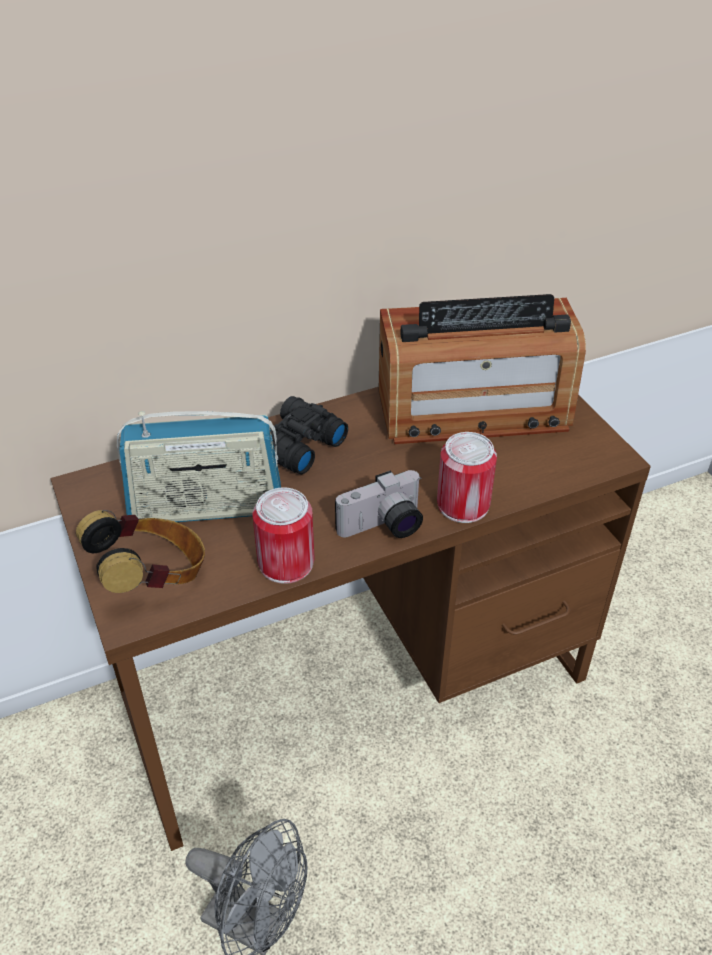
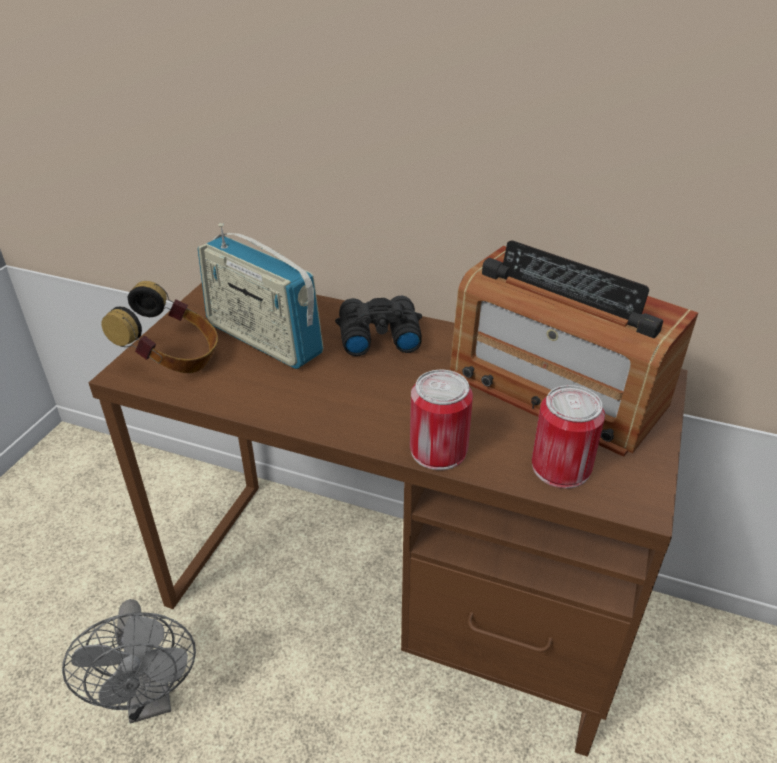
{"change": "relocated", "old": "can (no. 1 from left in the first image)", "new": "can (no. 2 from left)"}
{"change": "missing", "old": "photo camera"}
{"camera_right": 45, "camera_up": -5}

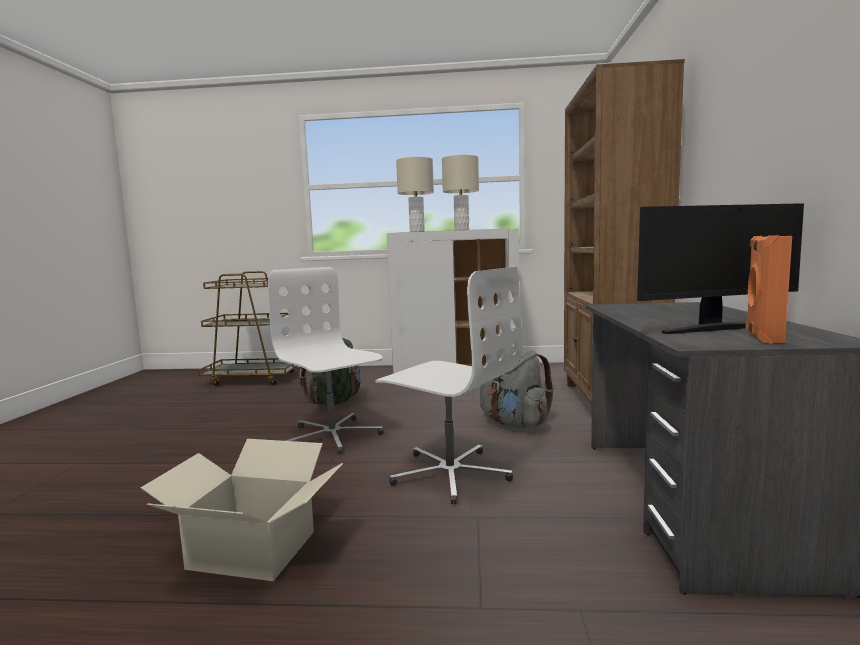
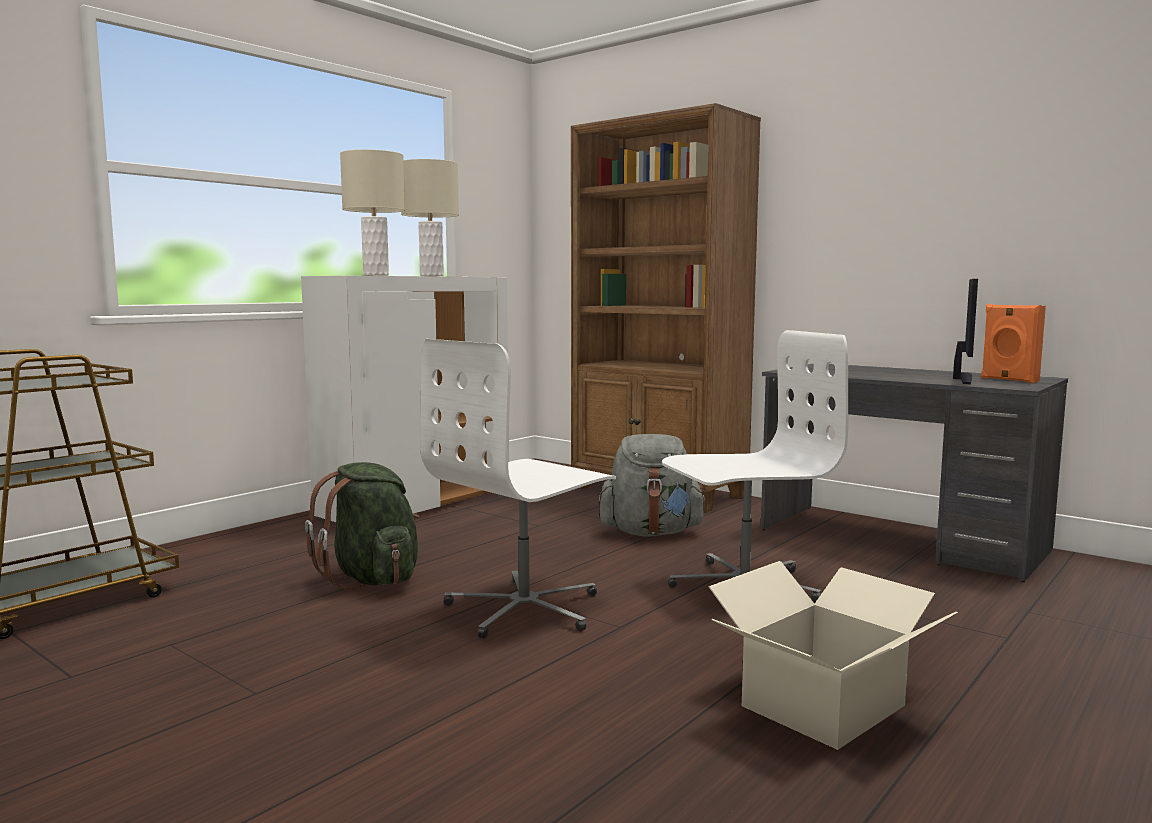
{"change": "spun", "old": "white office chair (no. 1 from left)", "degrees": -45}
{"camera_right": -55, "camera_up": 0}

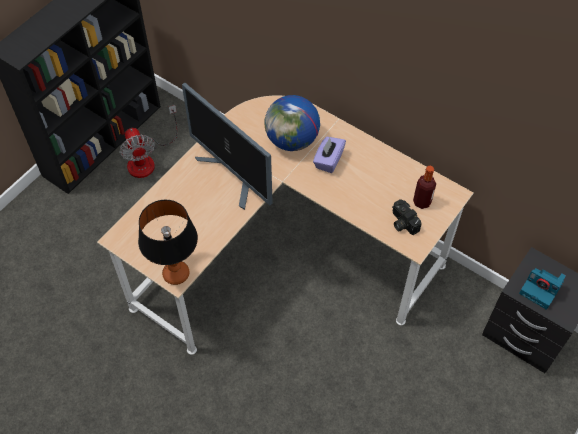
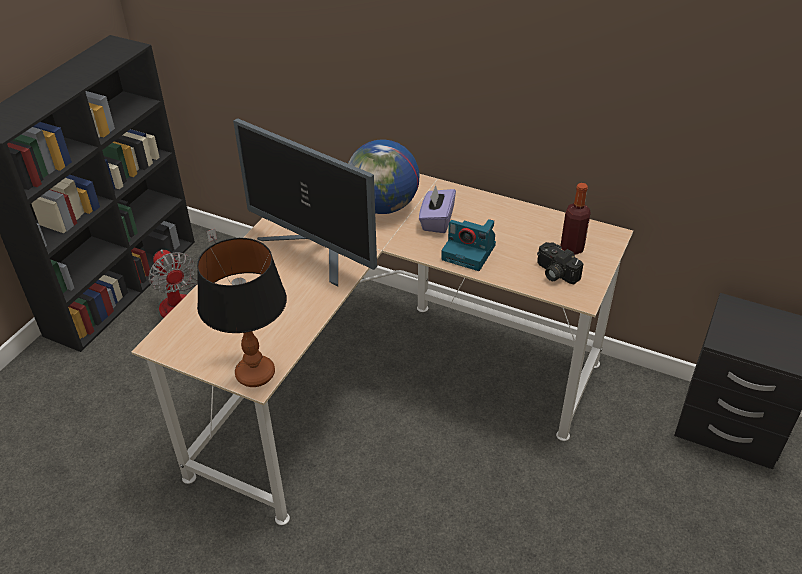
{"change": "relocated", "old": "photo camera (no. 2 from left in the first image)", "new": "photo camera (no. 1 from left)"}
{"camera_right": -10, "camera_up": -15}

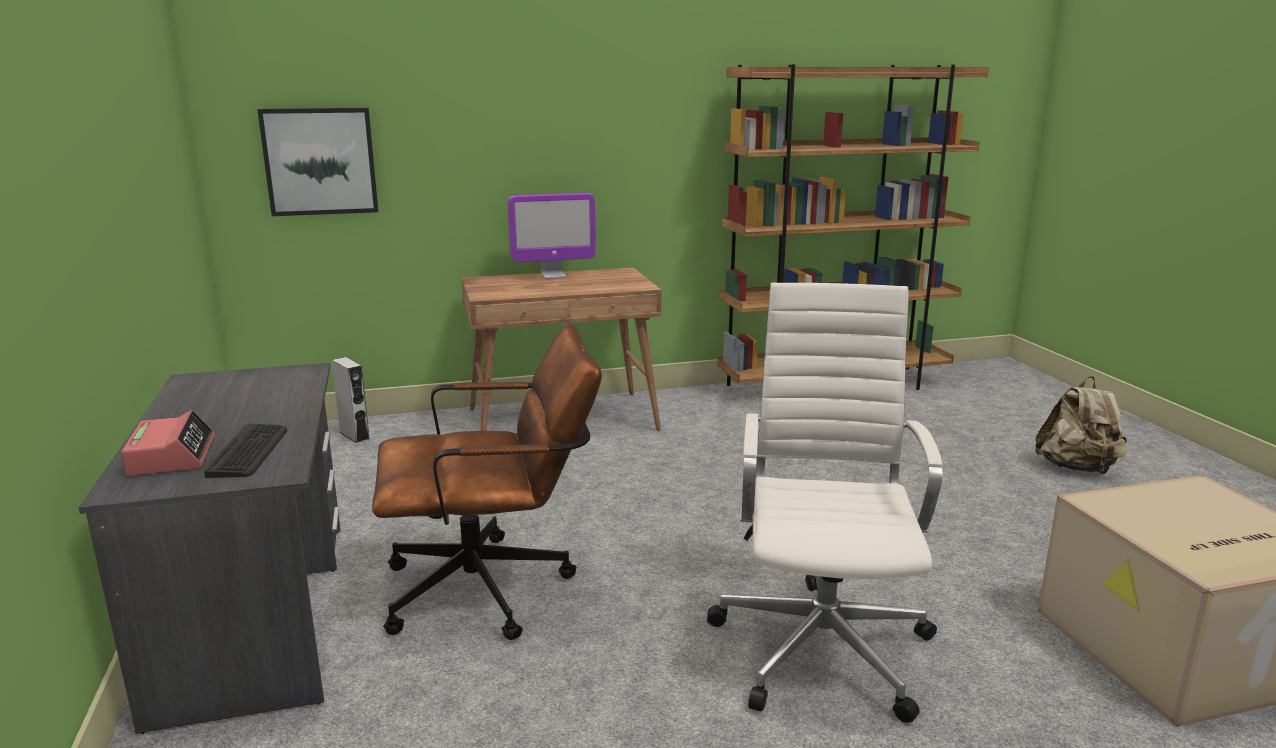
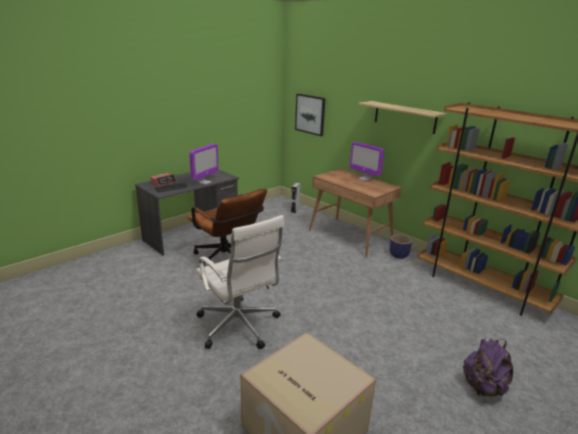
{"change": "appeared", "new": "monitor (no. 1 from left)"}
{"change": "spun", "old": "white office chair", "degrees": 75}
{"change": "appeared", "new": "shelf"}
{"change": "appeared", "new": "planter"}
{"change": "colour", "old": "beige backpack", "new": "purple backpack"}
{"camera_right": 60, "camera_up": 5}

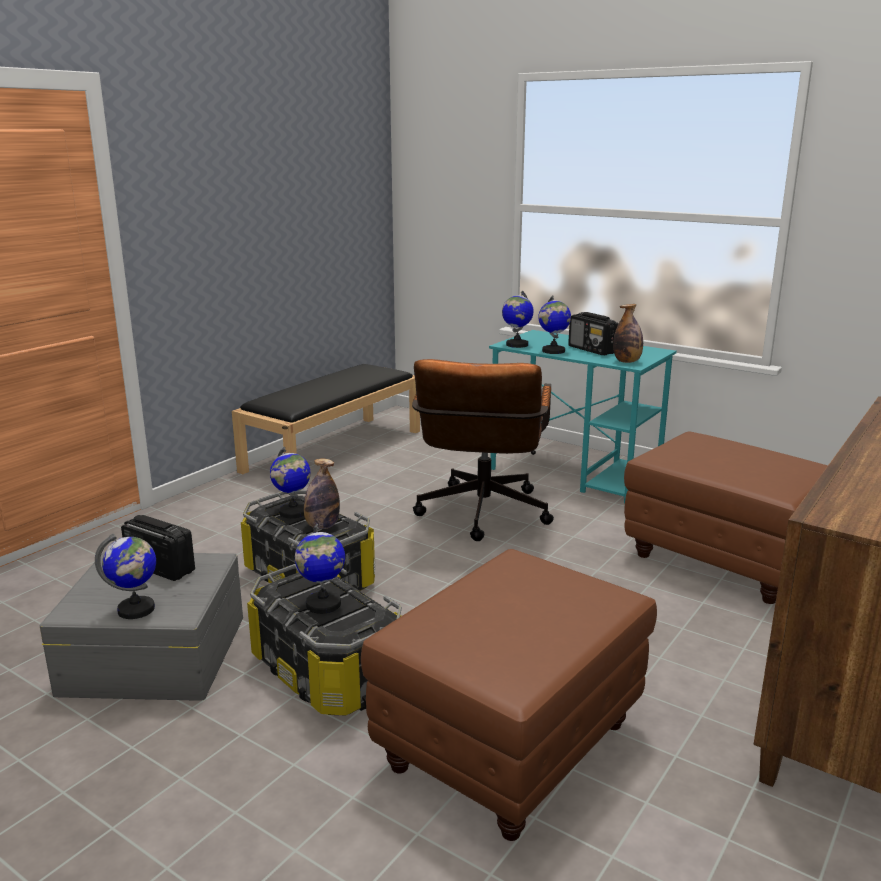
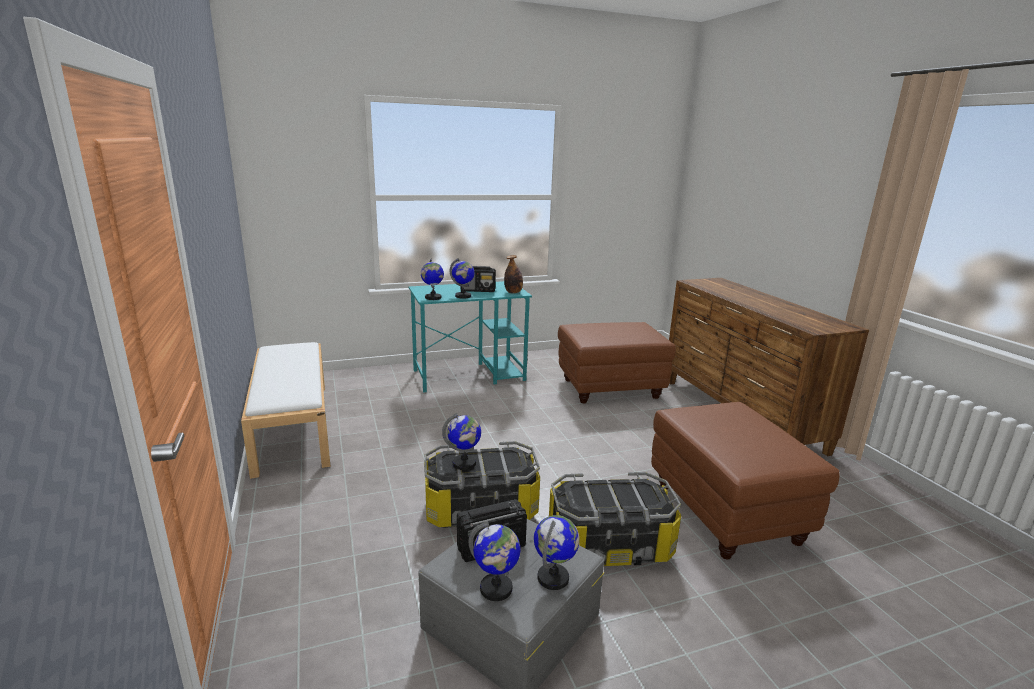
{"change": "colour", "old": "black bench", "new": "white bench"}
{"change": "relocated", "old": "globe (no. 3 from left in the first image)", "new": "globe (no. 4 from left)"}
{"change": "missing", "old": "bottle (no. 1 from left)"}
{"change": "missing", "old": "brown office chair"}
{"camera_right": -55, "camera_up": 0}

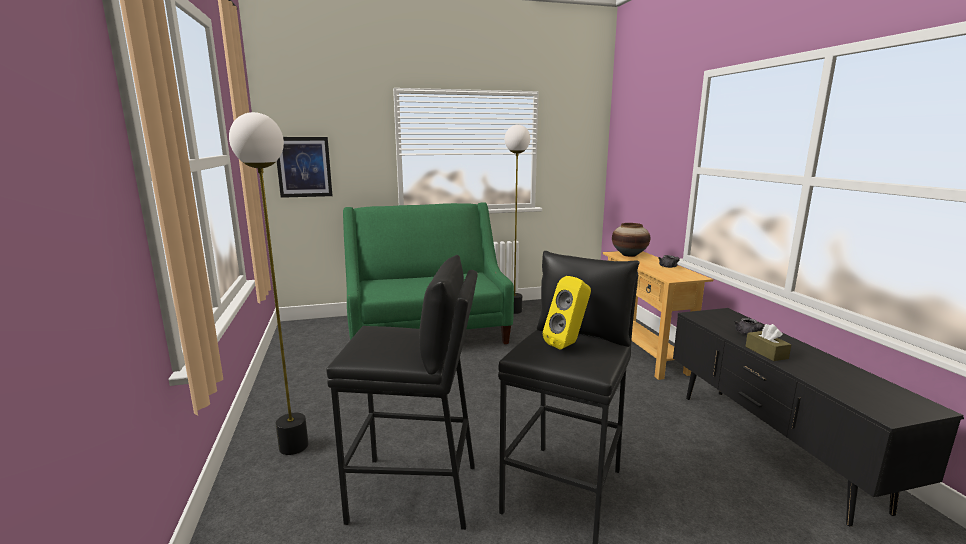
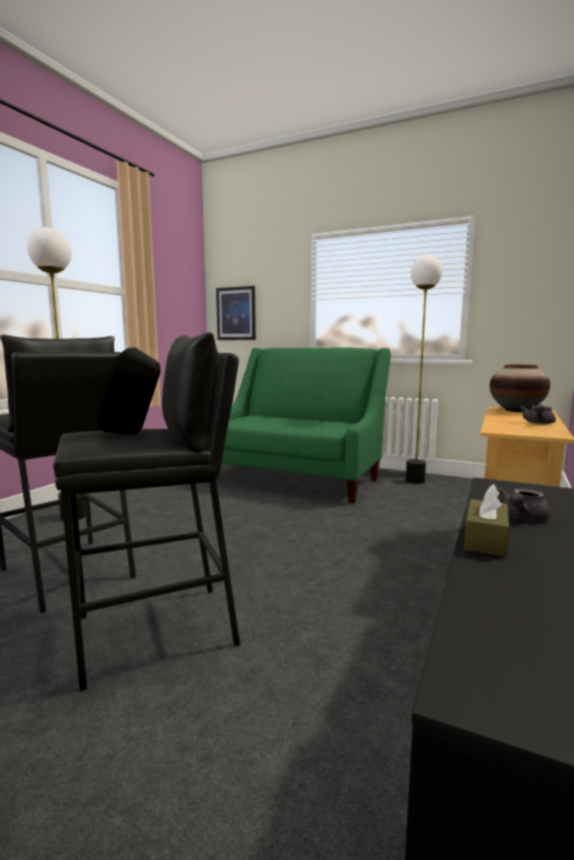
{"change": "colour", "old": "yellow speaker", "new": "black speaker"}
{"camera_right": 40, "camera_up": -5}

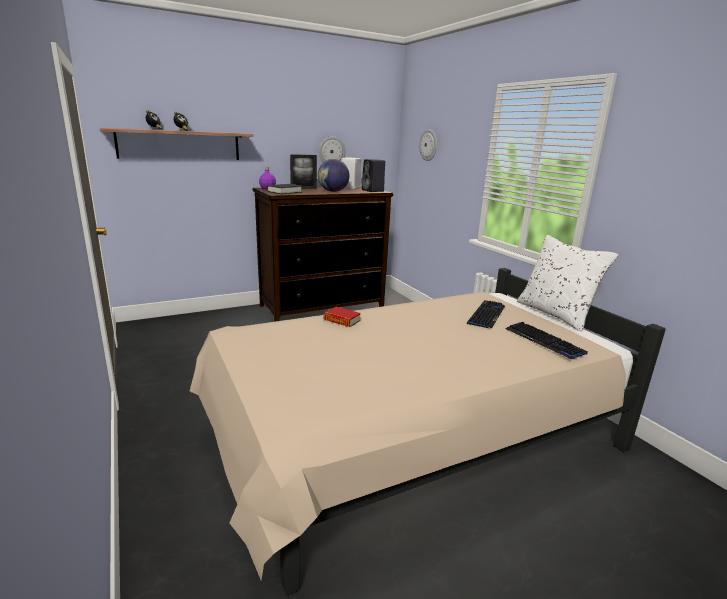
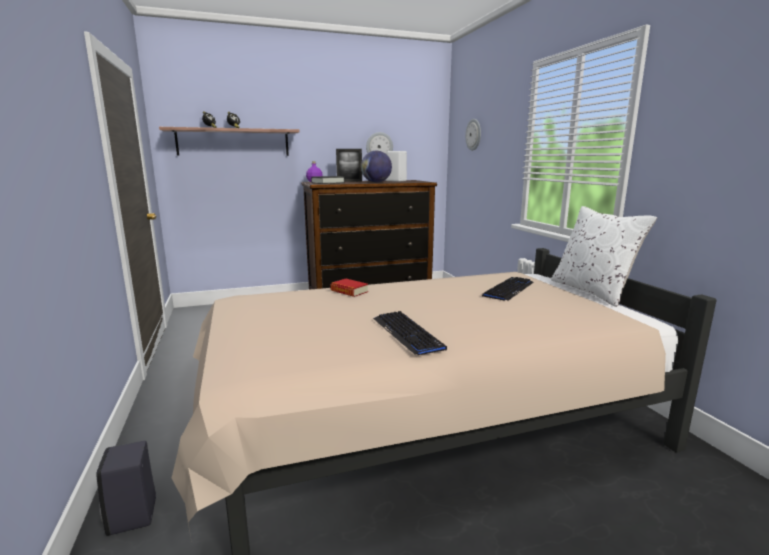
{"change": "relocated", "old": "black speaker"}
{"change": "relocated", "old": "keyboard (no. 2 from left in the first image)", "new": "keyboard (no. 1 from left)"}
{"camera_right": 10, "camera_up": -5}

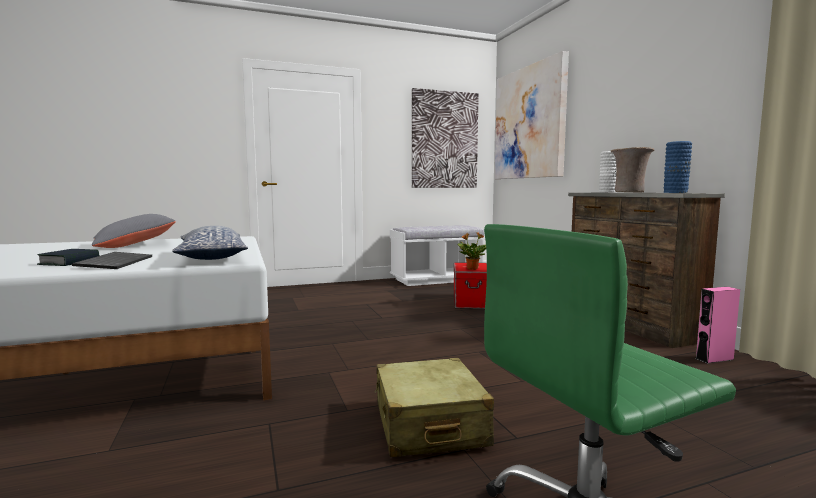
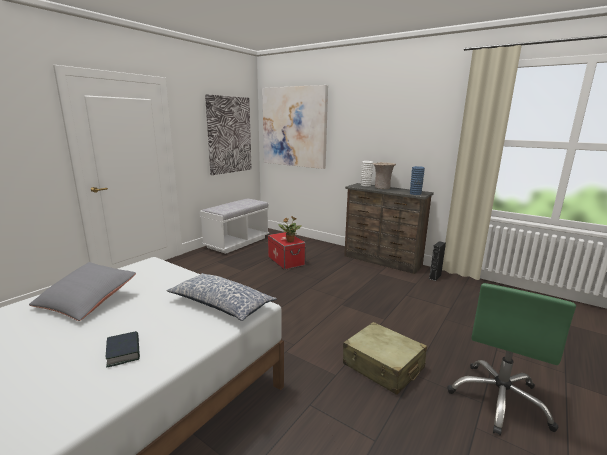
{"change": "colour", "old": "pink speaker", "new": "black speaker"}
{"change": "missing", "old": "keyboard"}
{"camera_right": -35, "camera_up": 10}

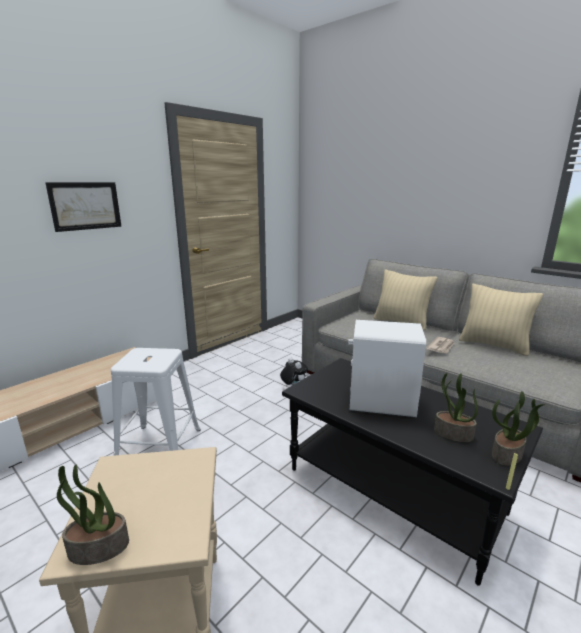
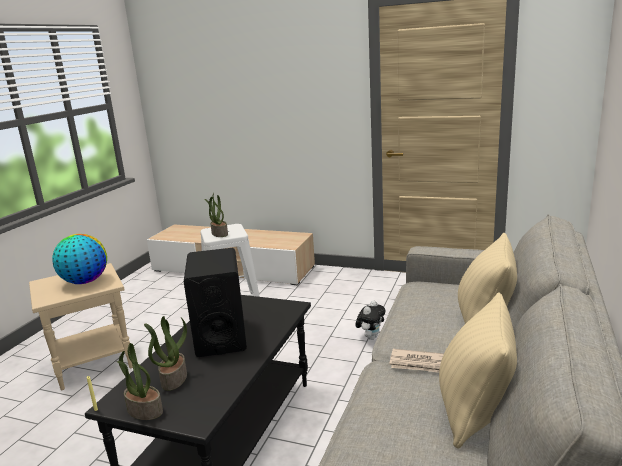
{"change": "appeared", "new": "globe"}
{"change": "colour", "old": "white speaker", "new": "black speaker"}
{"change": "relocated", "old": "potted plant (no. 1 from left in the first image)", "new": "potted plant (no. 3 from left)"}
{"change": "missing", "old": "picture"}
{"camera_right": 70, "camera_up": 0}

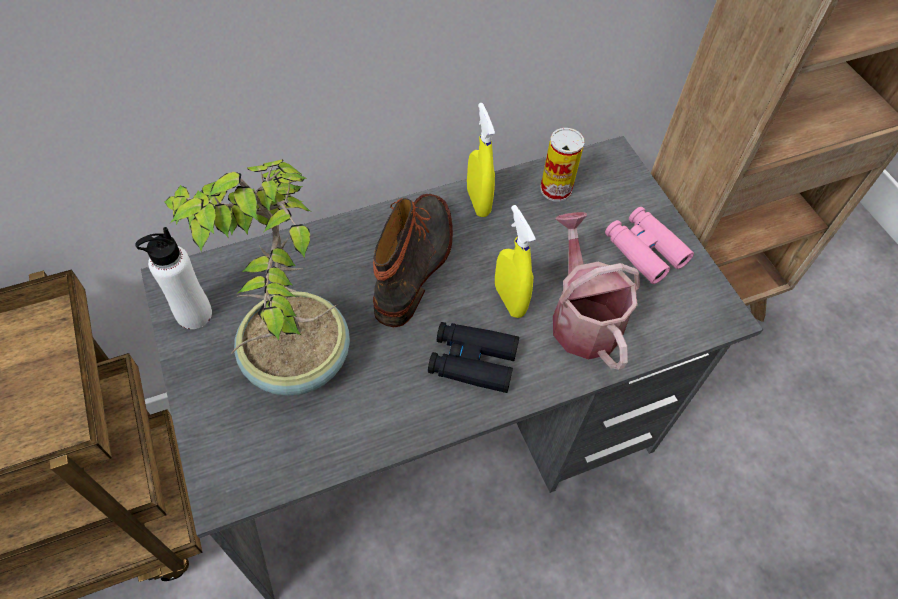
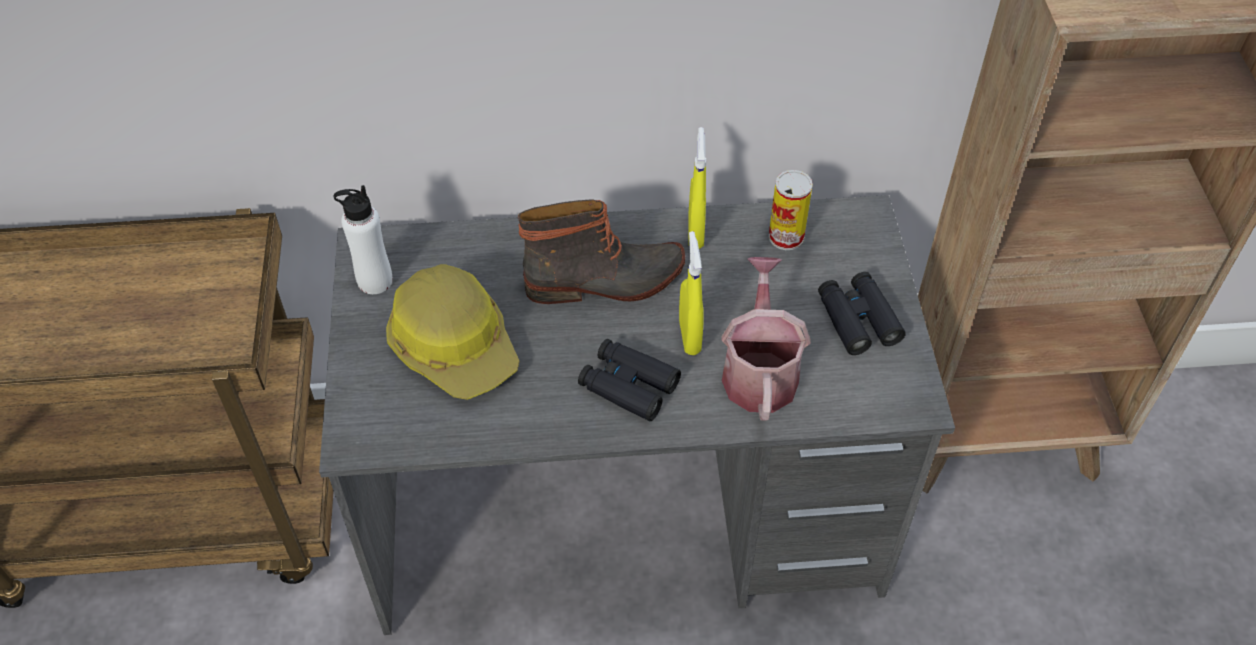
{"change": "exchanged", "old": "potted plant", "new": "hard hat"}
{"change": "spun", "old": "boot", "degrees": 45}
{"change": "colour", "old": "pink binoculars", "new": "black binoculars (no. 2 from left)"}
{"camera_right": 20, "camera_up": -5}

